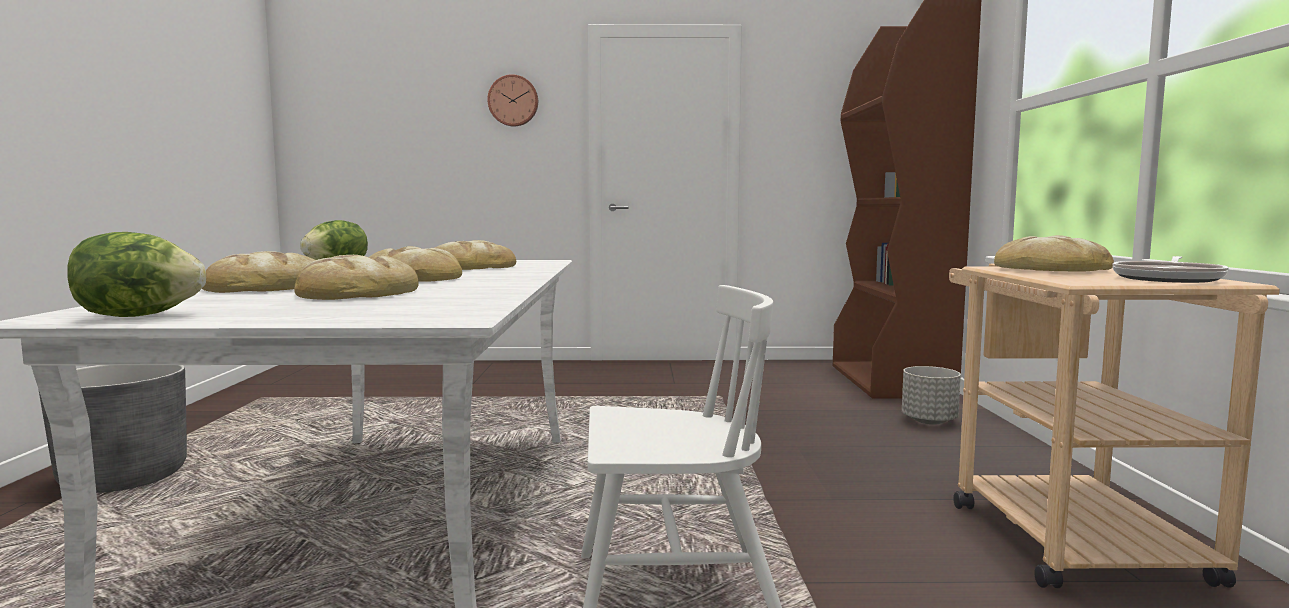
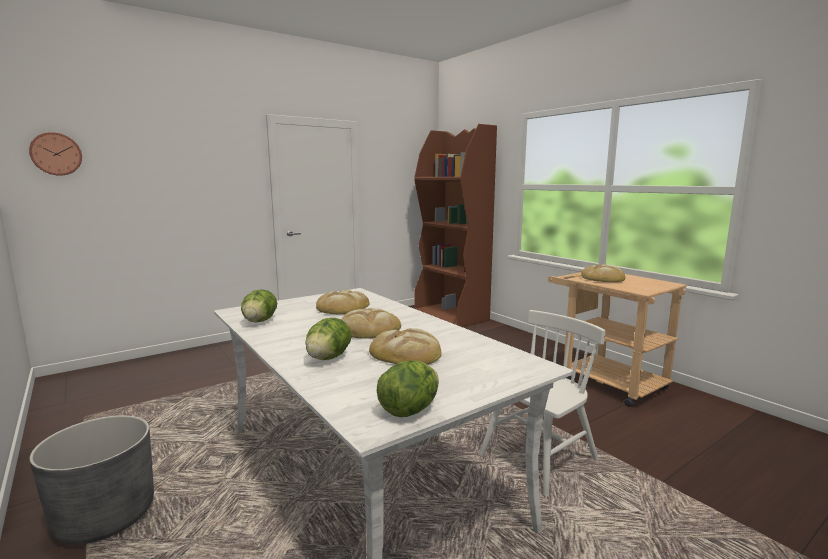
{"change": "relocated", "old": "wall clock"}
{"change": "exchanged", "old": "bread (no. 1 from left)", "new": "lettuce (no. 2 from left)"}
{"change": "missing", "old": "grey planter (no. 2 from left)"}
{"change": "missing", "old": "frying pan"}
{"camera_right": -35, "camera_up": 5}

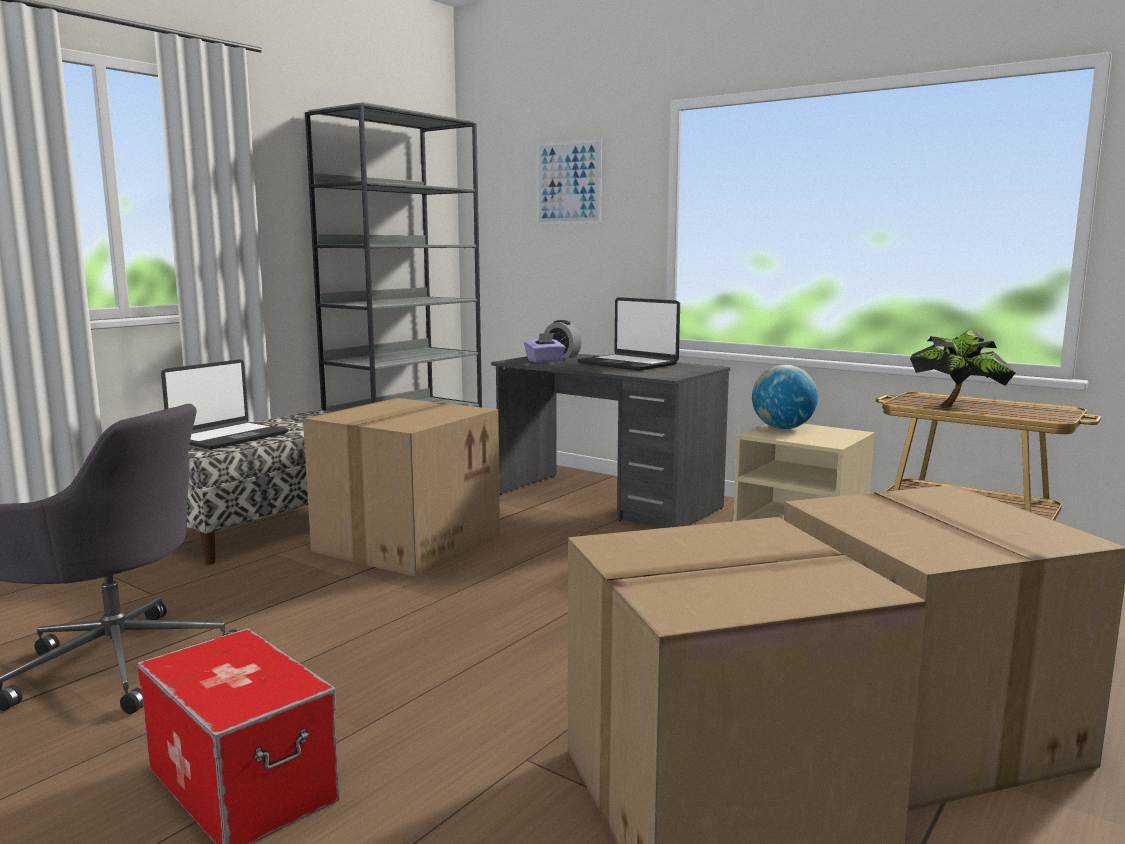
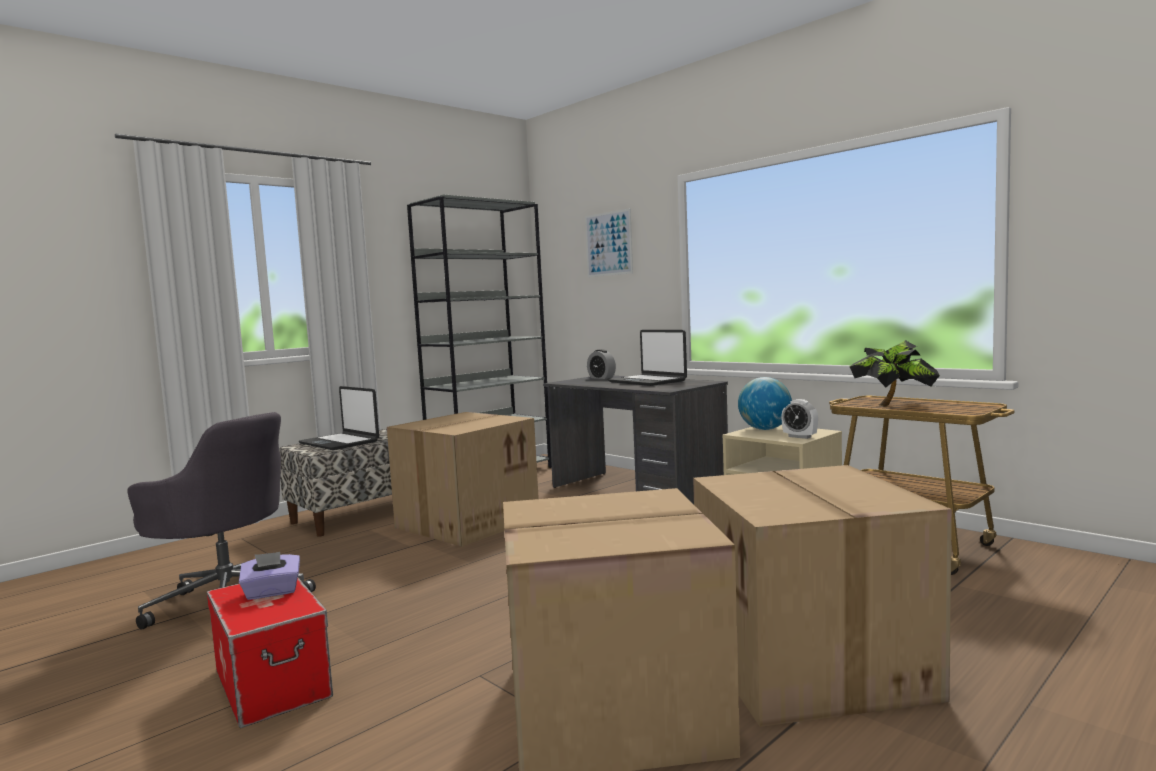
{"change": "relocated", "old": "purple tissue box"}
{"change": "spun", "old": "laptop (no. 1 from left)", "degrees": 90}
{"change": "appeared", "new": "alarm clock (no. 2 from left)"}
{"camera_right": 10, "camera_up": -5}

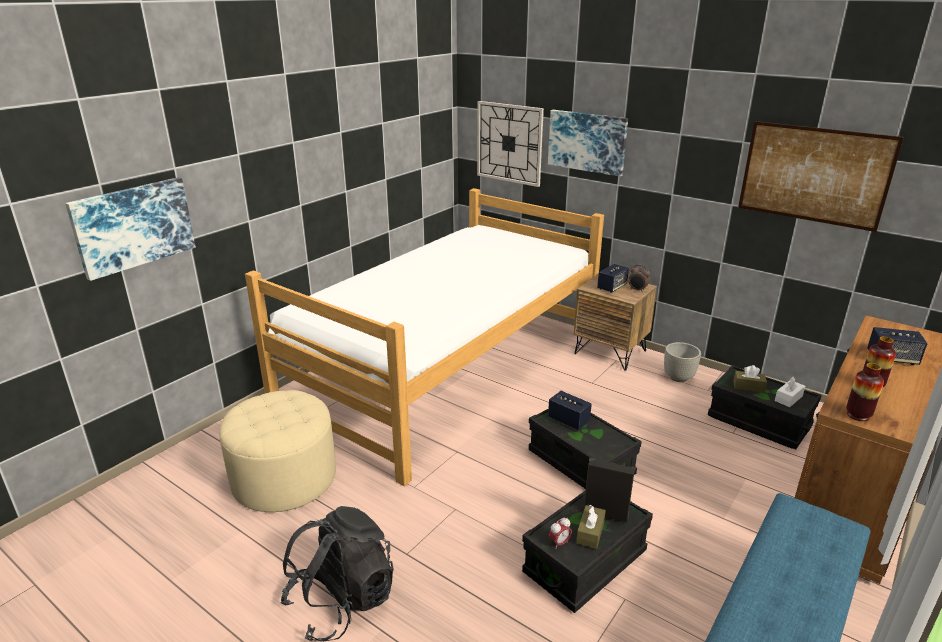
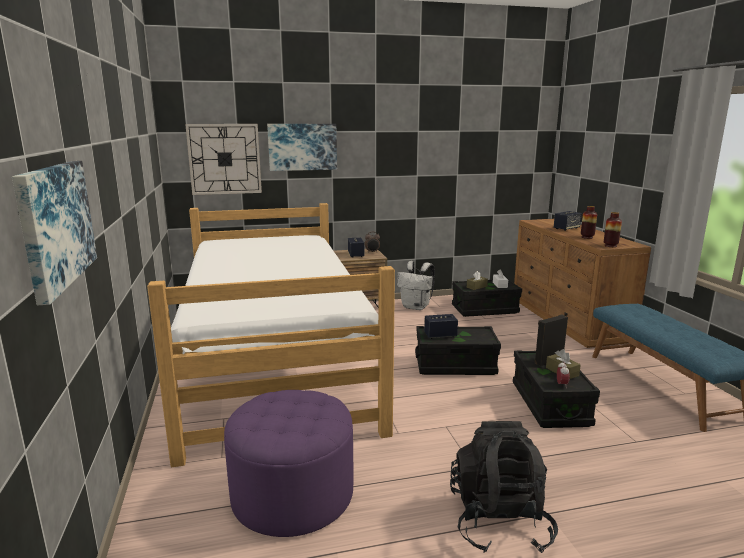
{"change": "colour", "old": "beige ottoman", "new": "purple ottoman"}
{"change": "exchanged", "old": "grey planter", "new": "white backpack"}
{"change": "missing", "old": "picture (no. 3 from left)"}
{"camera_right": -50, "camera_up": -10}

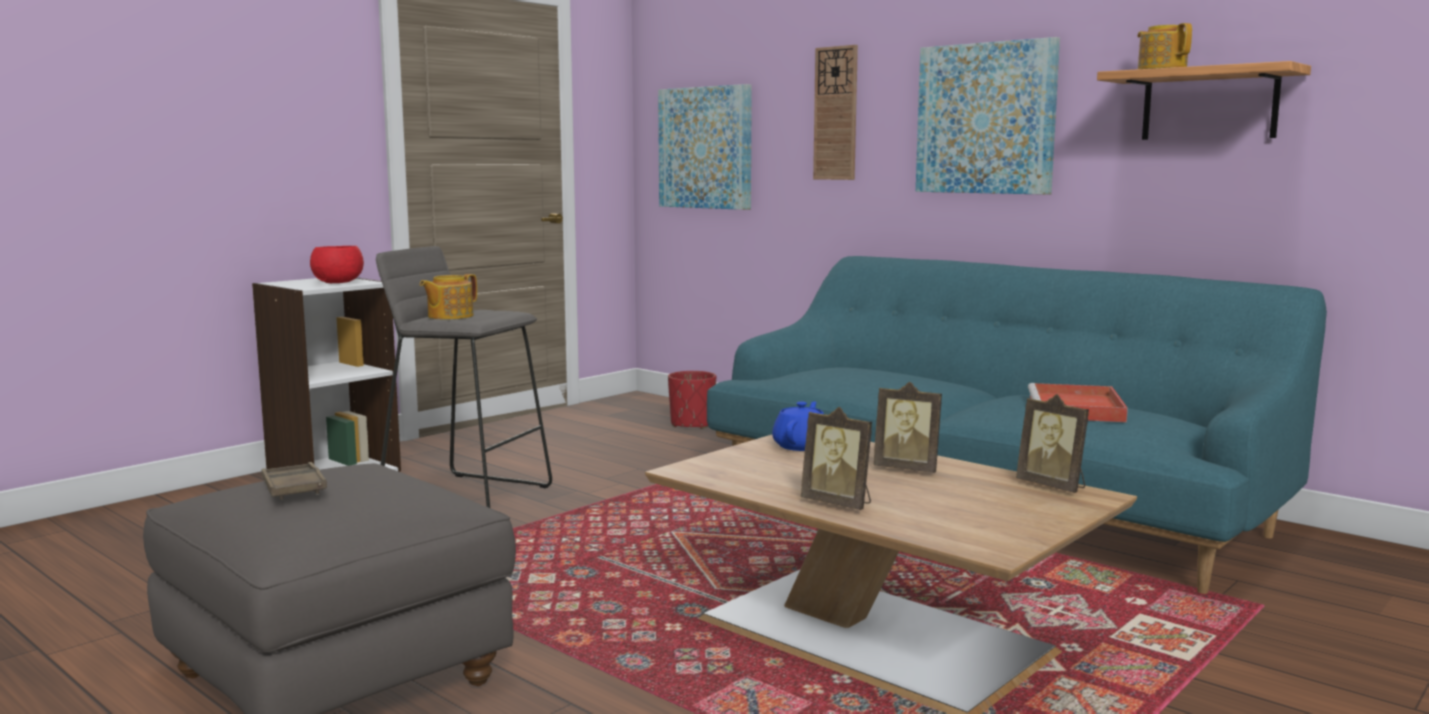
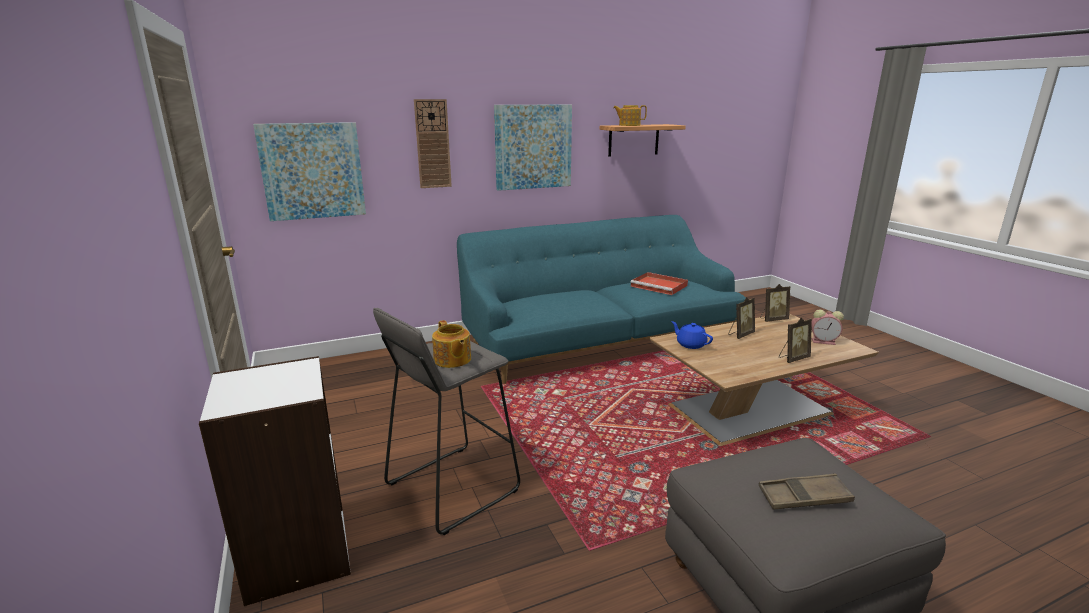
{"change": "appeared", "new": "alarm clock"}
{"change": "missing", "old": "red bowl"}
{"change": "missing", "old": "red planter"}
{"camera_right": -65, "camera_up": 10}

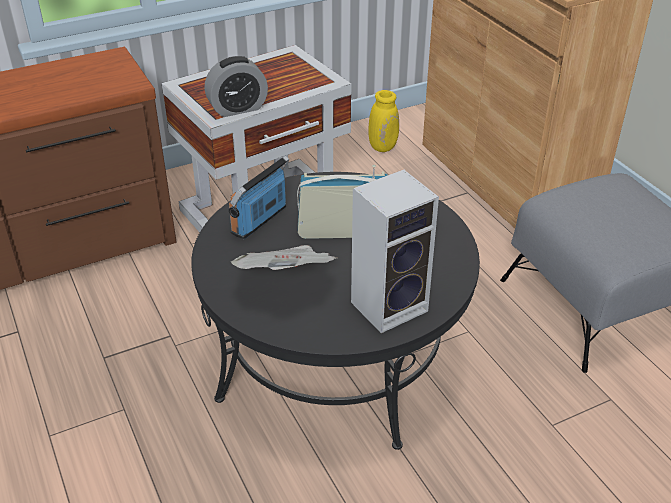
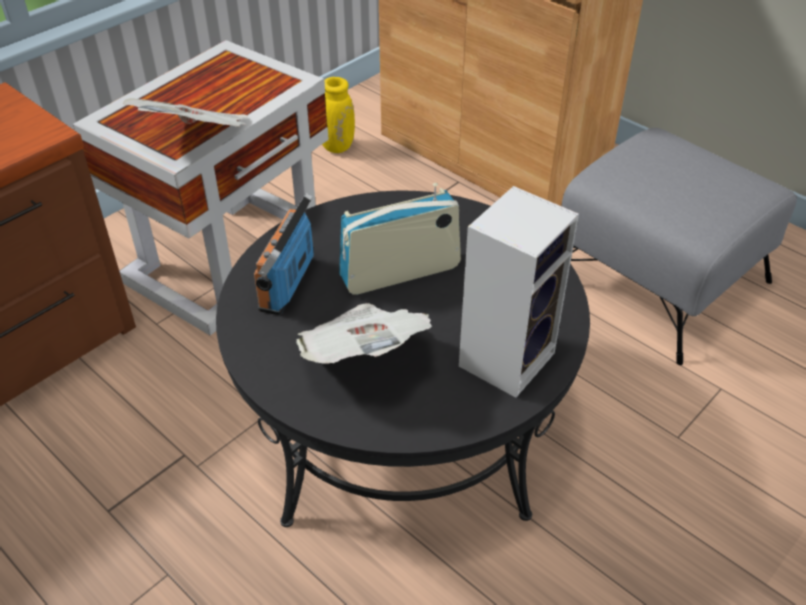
{"change": "exchanged", "old": "alarm clock", "new": "newspaper (no. 1 from left)"}
{"camera_right": -20, "camera_up": 5}

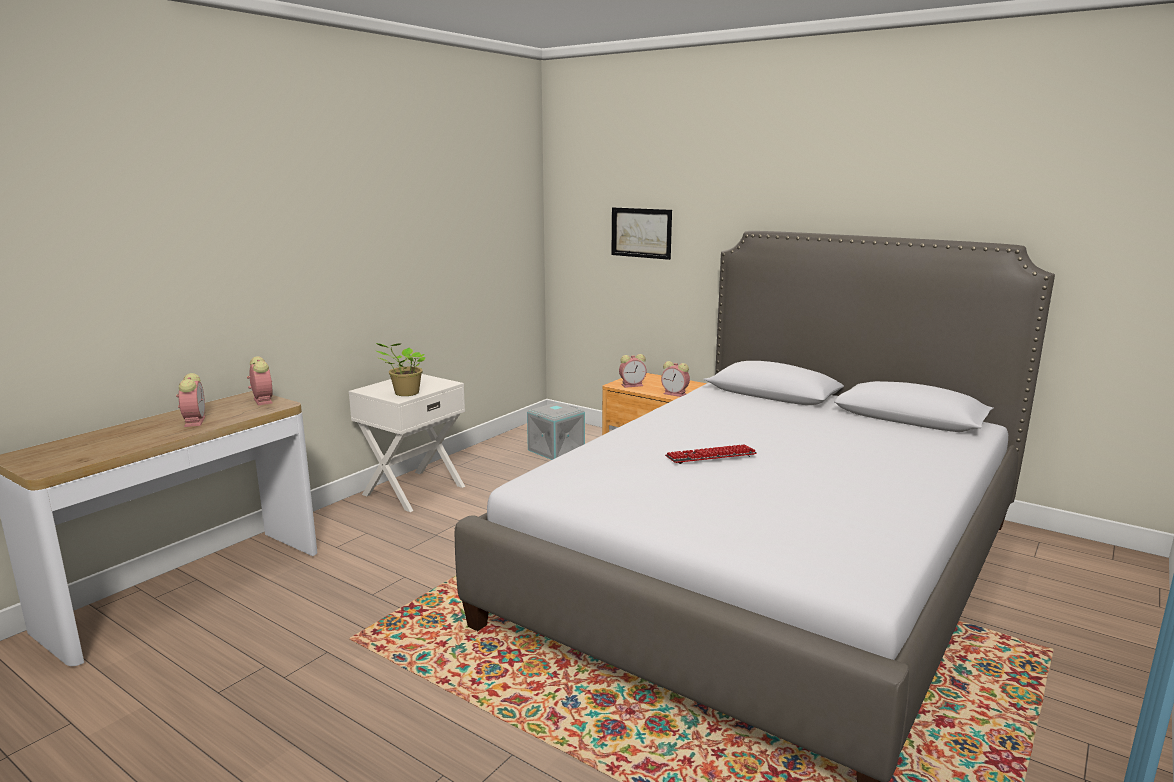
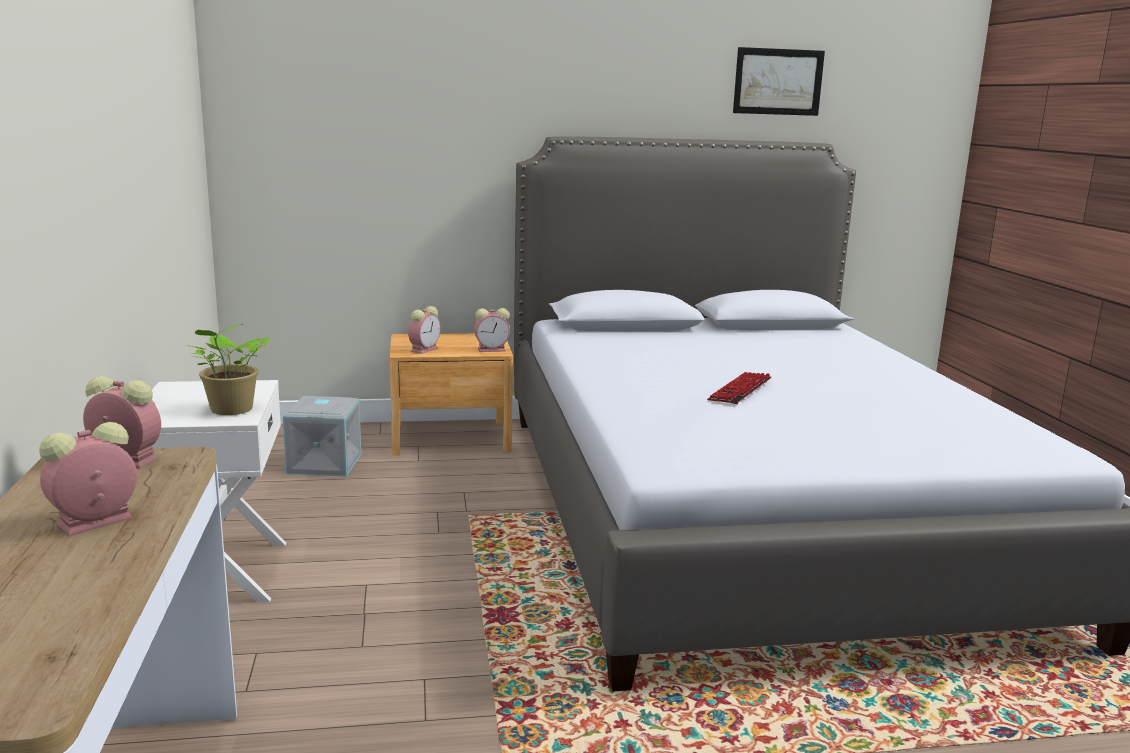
{"change": "spun", "old": "alarm clock (no. 1 from left)", "degrees": -75}
{"change": "relocated", "old": "picture"}
{"camera_right": -45, "camera_up": 0}

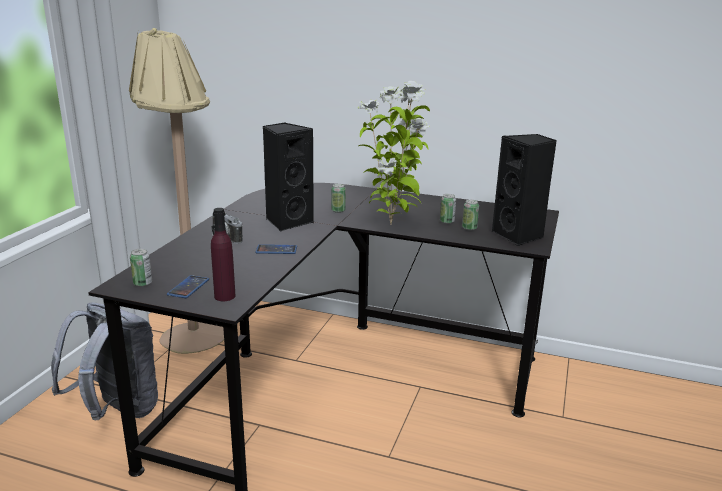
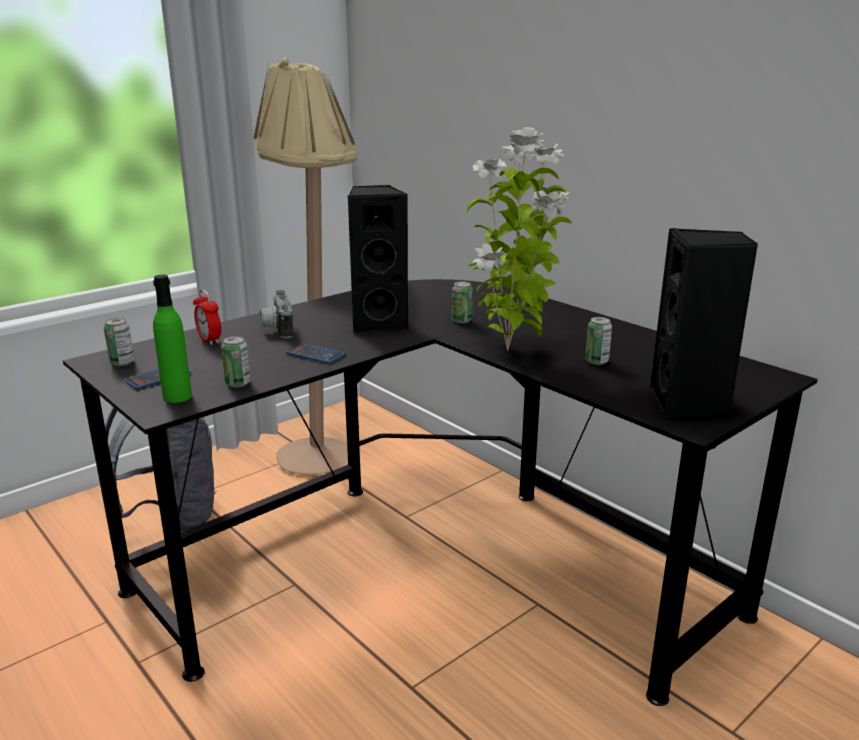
{"change": "colour", "old": "purple bottle", "new": "green bottle"}
{"change": "appeared", "new": "alarm clock"}
{"change": "relocated", "old": "can (no. 4 from left in the first image)", "new": "can (no. 2 from left)"}
{"camera_right": 30, "camera_up": 0}

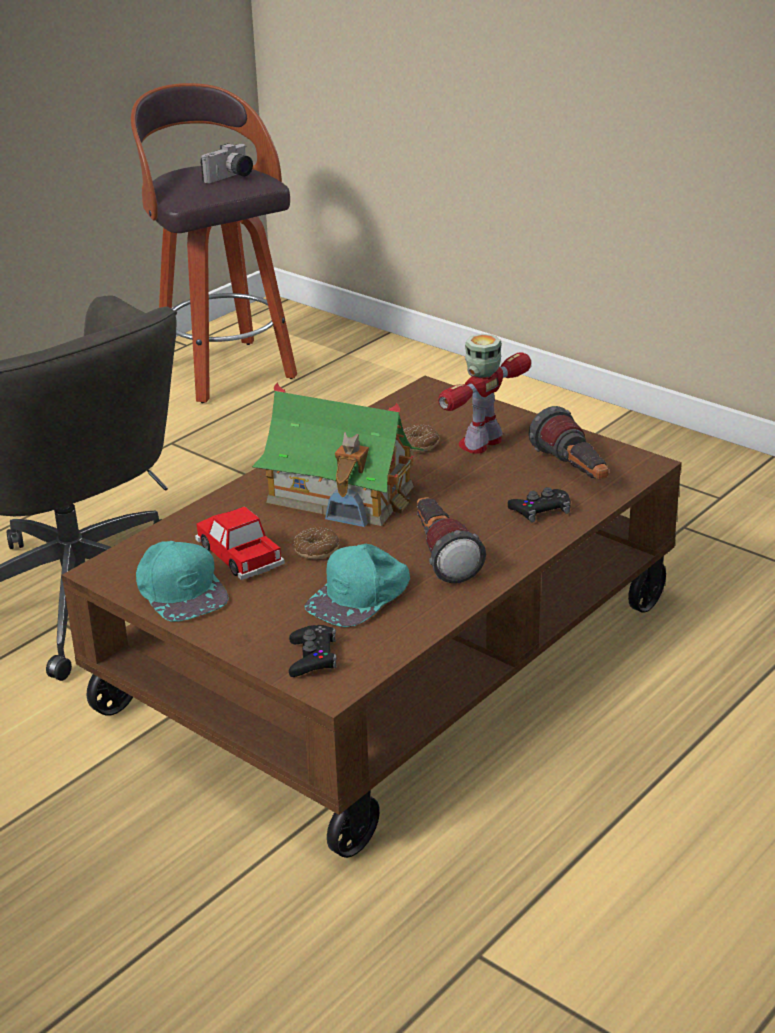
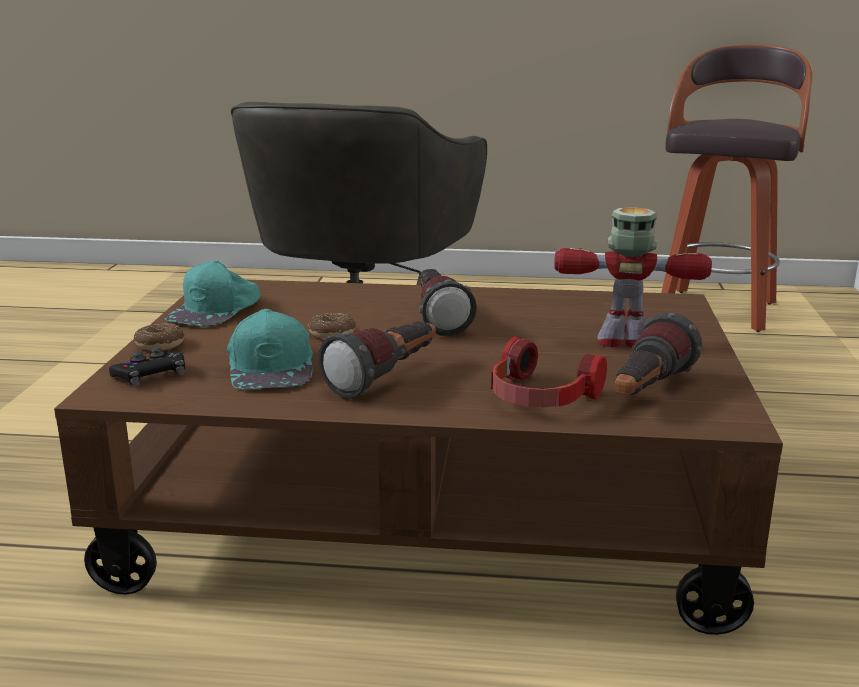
{"change": "relocated", "old": "donut (no. 2 from left in the first image)", "new": "donut (no. 1 from left)"}
{"change": "spun", "old": "turquoise cap (no. 2 from left)", "degrees": -105}
{"change": "exchanged", "old": "toy house", "new": "flashlight (no. 2 from left)"}
{"change": "exchanged", "old": "black game controller (no. 2 from left)", "new": "headphones"}
{"change": "missing", "old": "toy car"}
{"change": "missing", "old": "photo camera"}
{"camera_right": 55, "camera_up": -10}

